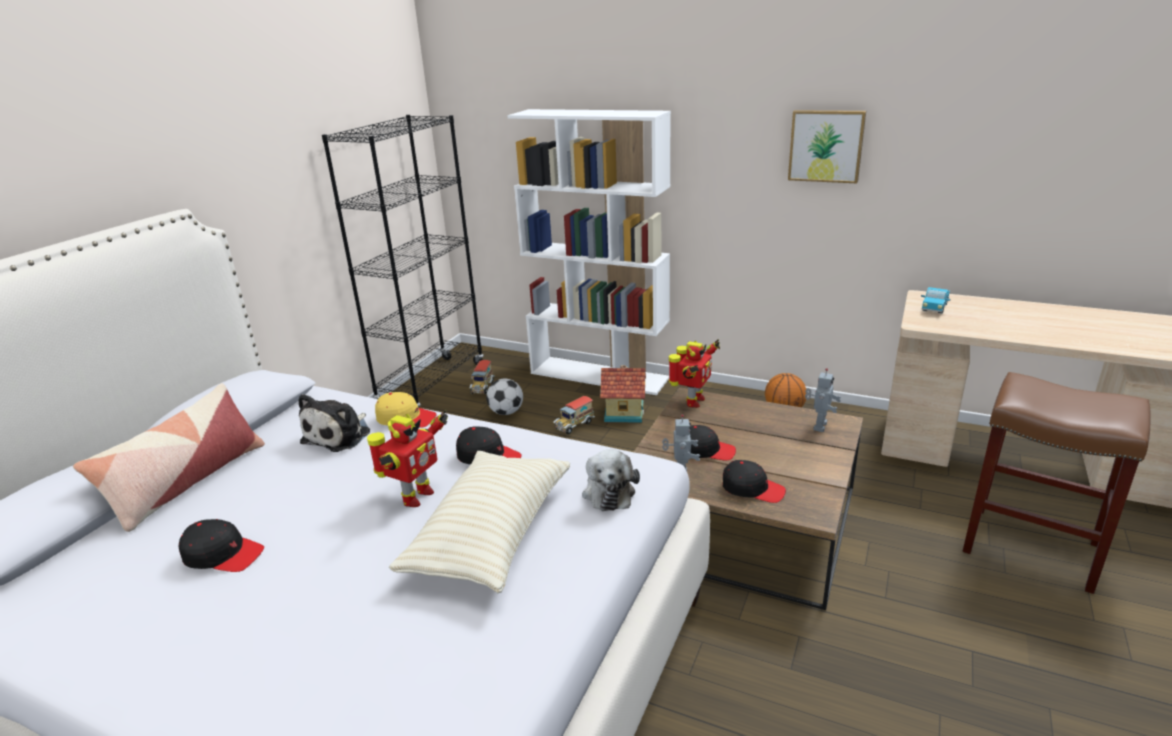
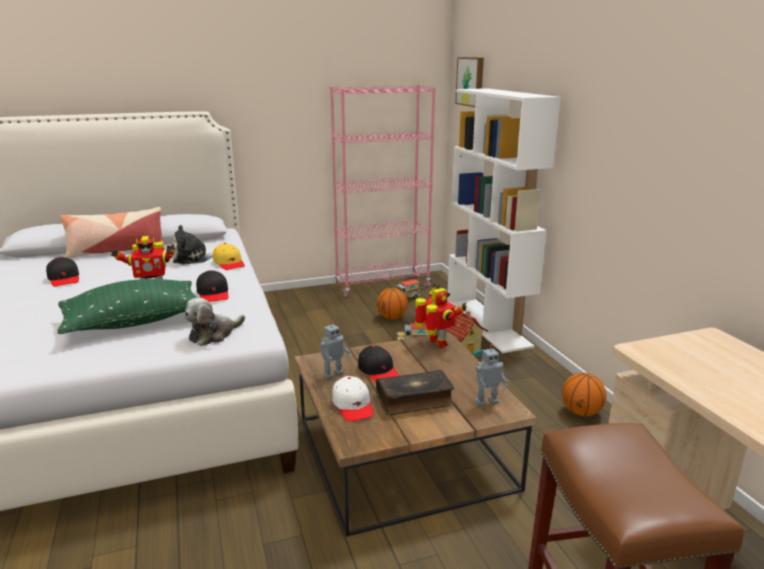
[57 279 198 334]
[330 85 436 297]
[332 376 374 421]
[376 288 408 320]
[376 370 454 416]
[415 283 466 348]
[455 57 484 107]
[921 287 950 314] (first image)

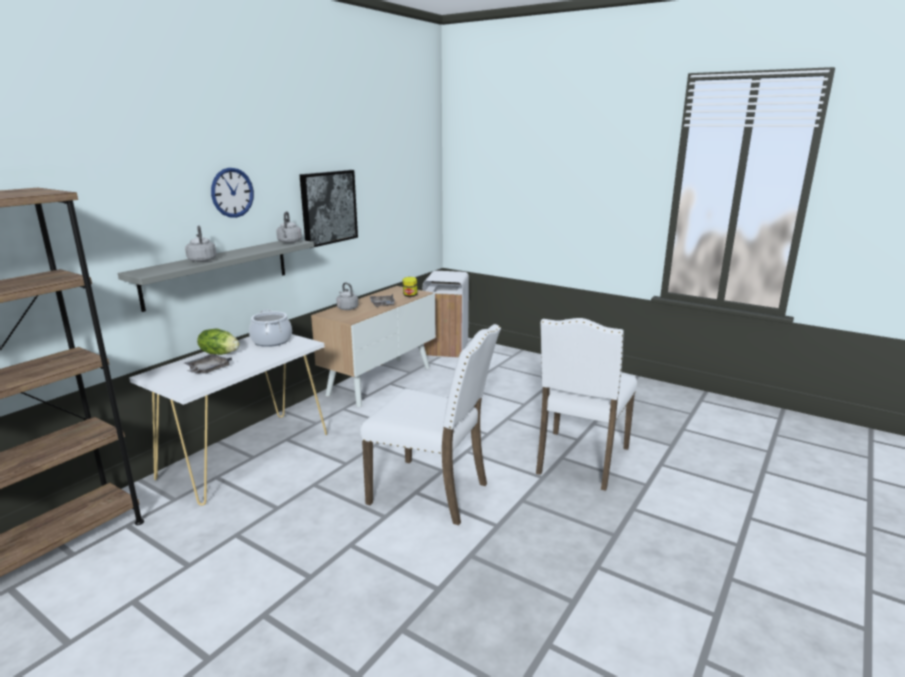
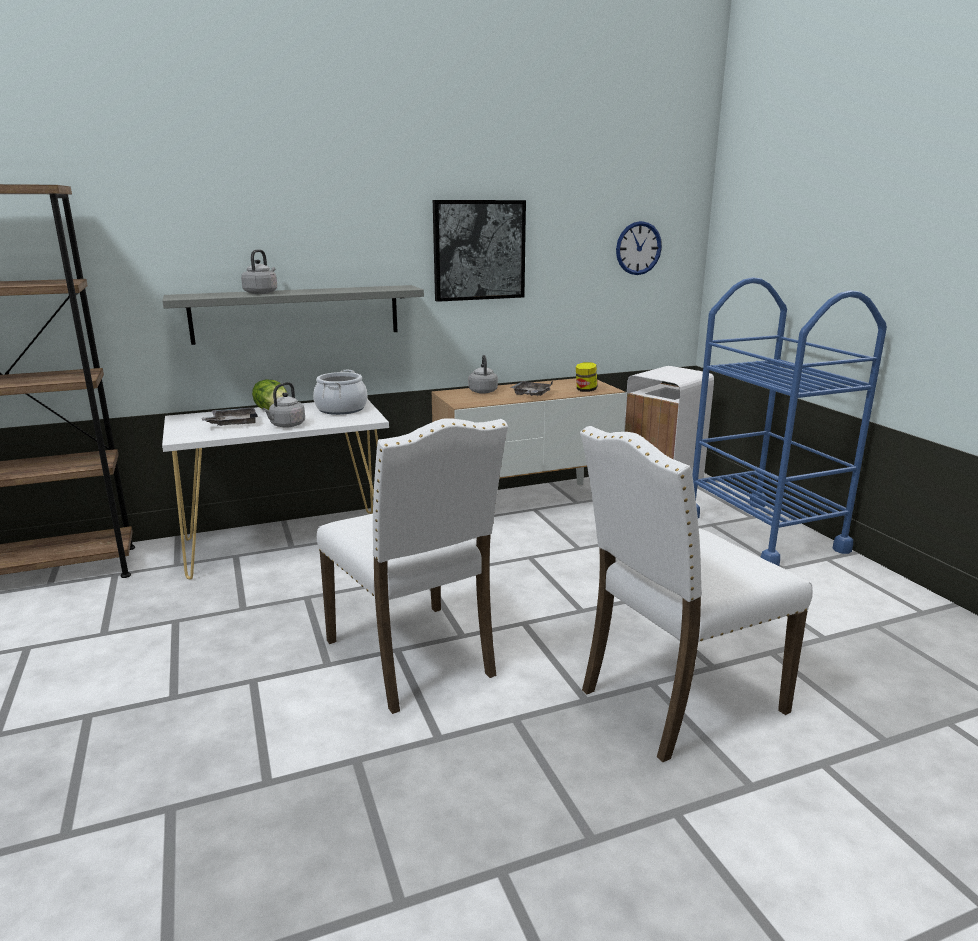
[262 382 305 428]
[616 221 662 275]
[692 277 887 566]

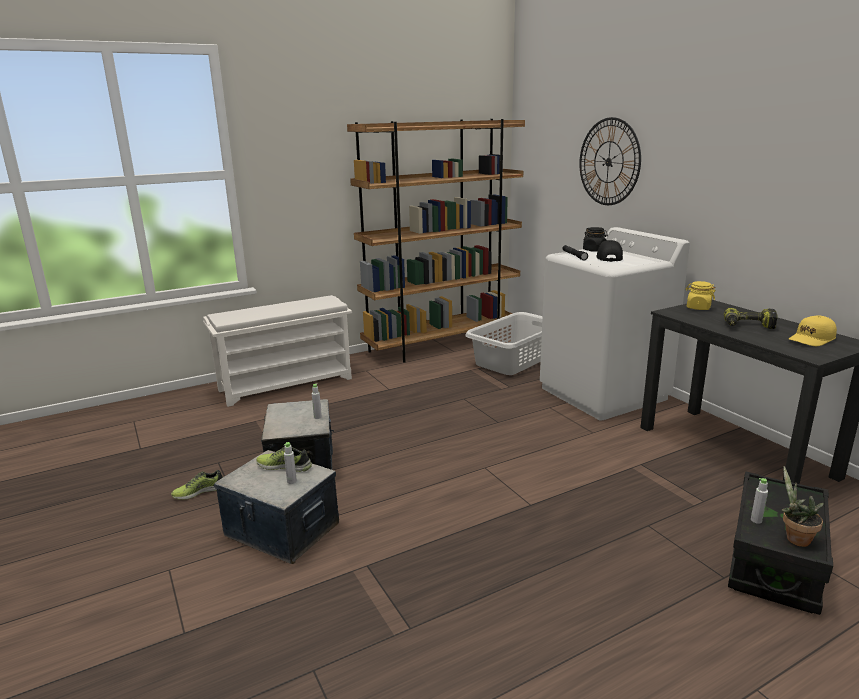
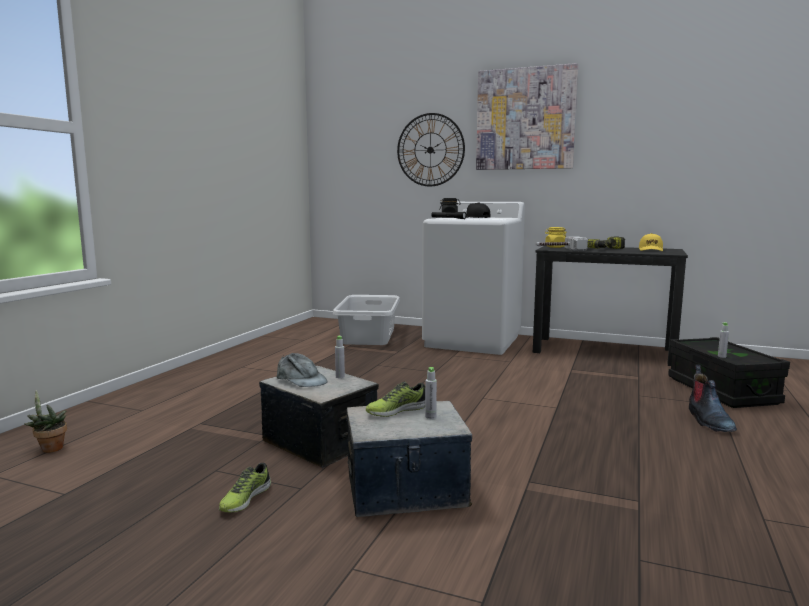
[24 390 67 453]
[277 353 328 387]
[476 63 578 170]
[536 236 588 251]
[689 365 737 432]
[203 295 352 407] (first image)
[347 119 525 363] (first image)

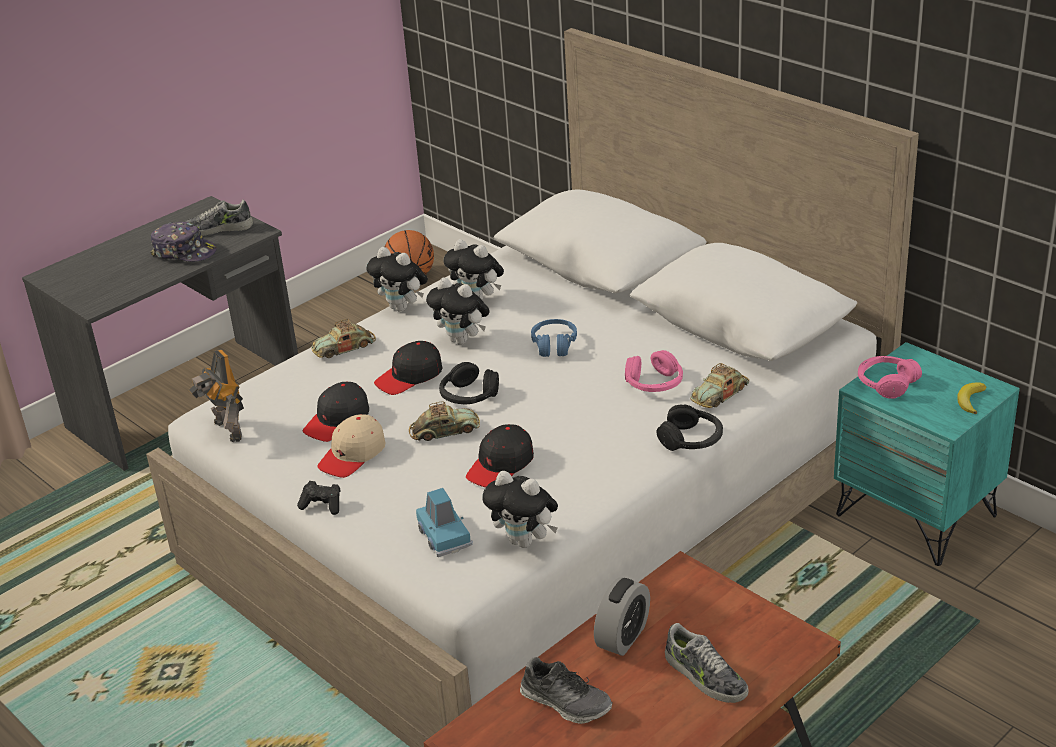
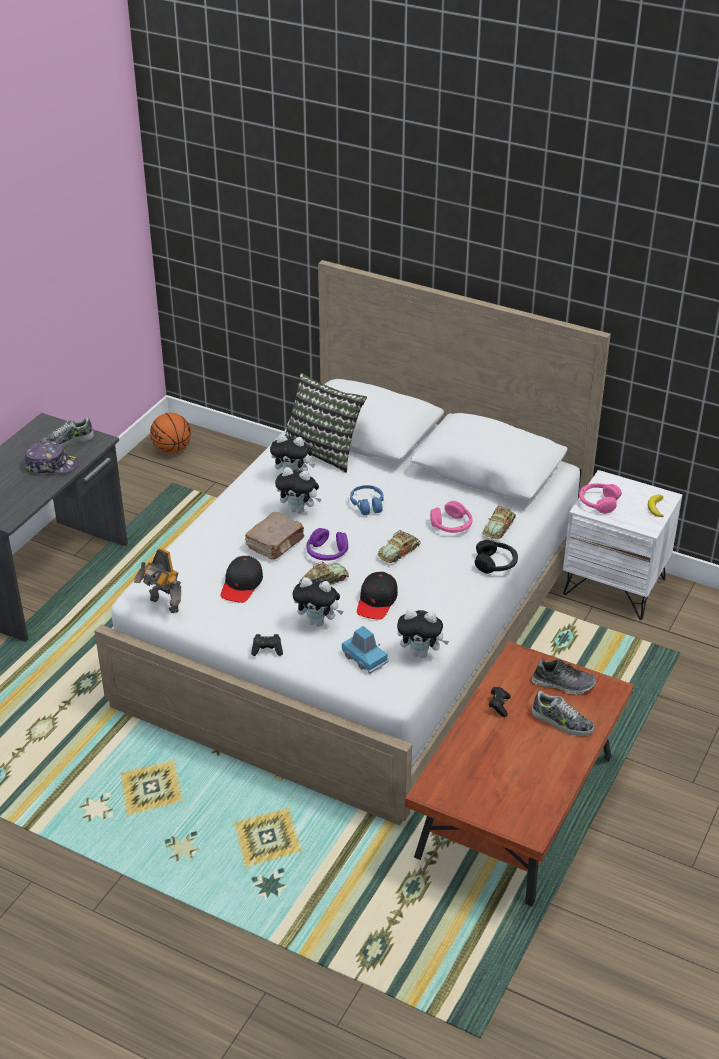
[245 512 305 560]
[285 373 367 473]
[292 577 343 626]
[307 528 348 561]
[378 530 421 563]
[489 687 511 717]
[532 659 596 695]
[563 470 682 620]
[317 414 385 478] (first image)

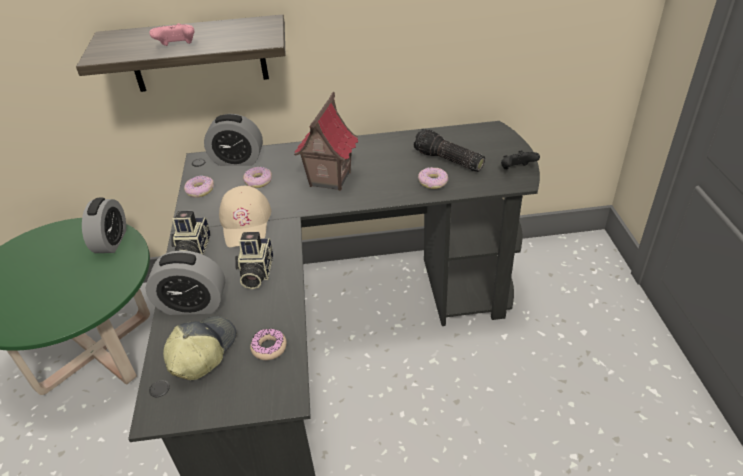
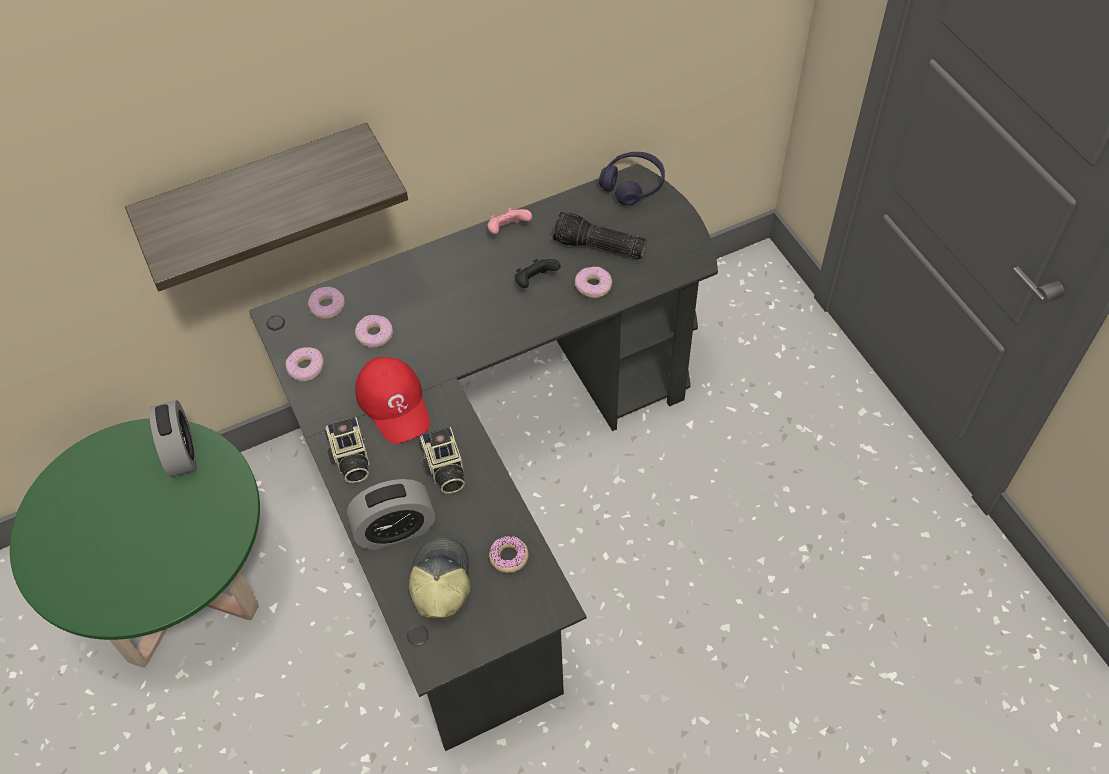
[308 287 345 320]
[355 357 430 444]
[487 208 532 234]
[515 259 560 288]
[599 152 665 205]
[294 91 358 191] (first image)

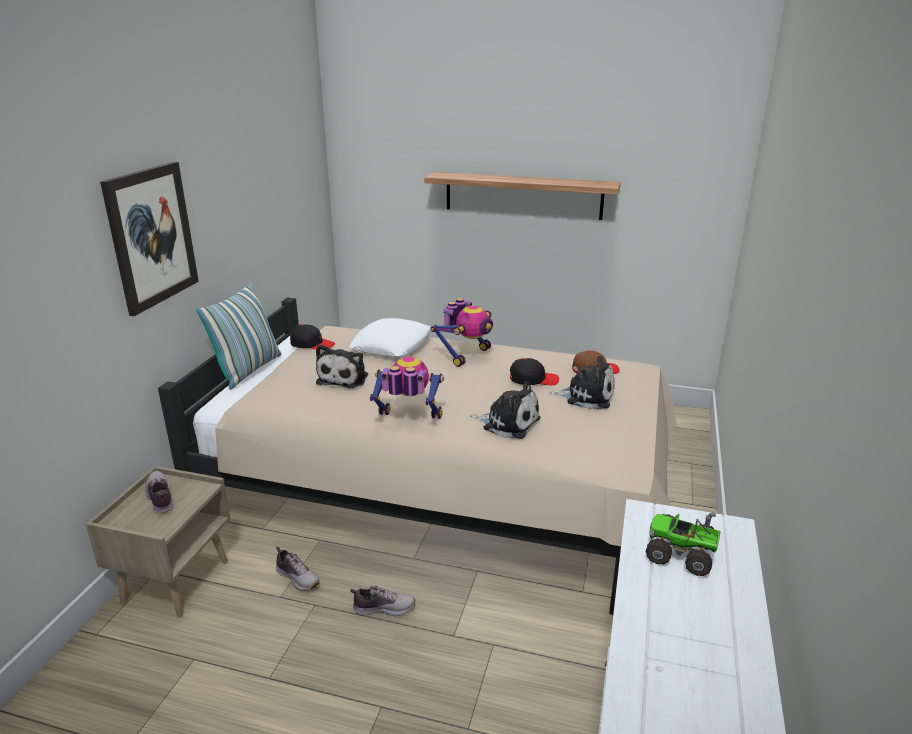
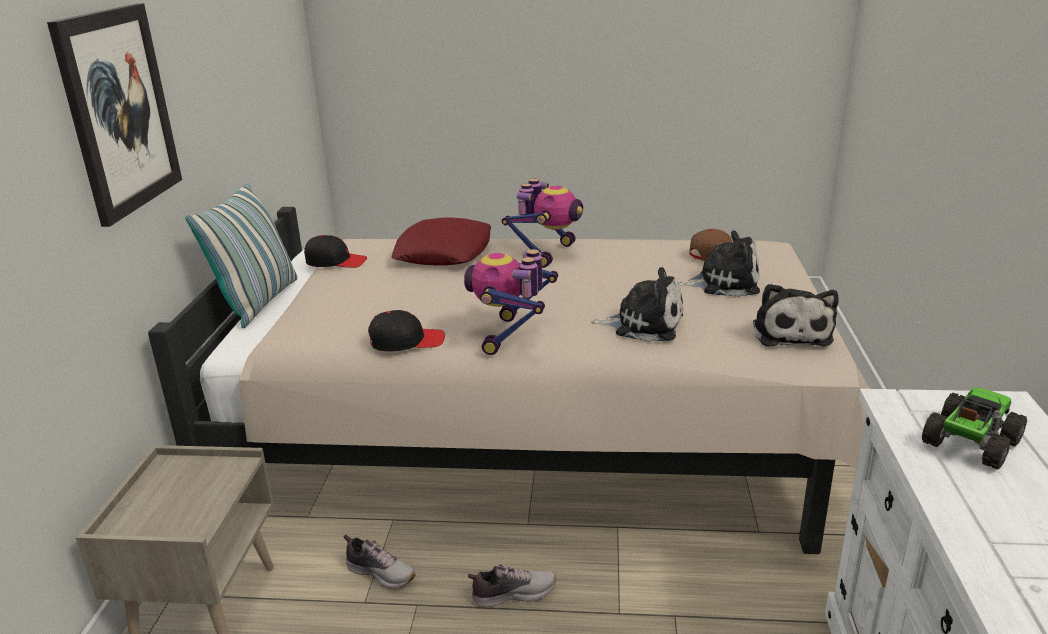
[368 310 445 352]
[391 218 491 266]
[464 249 558 355]
[753 284 839 346]
[922 387 1027 470]
[145 471 174 514] (first image)
[424 172 621 220] (first image)

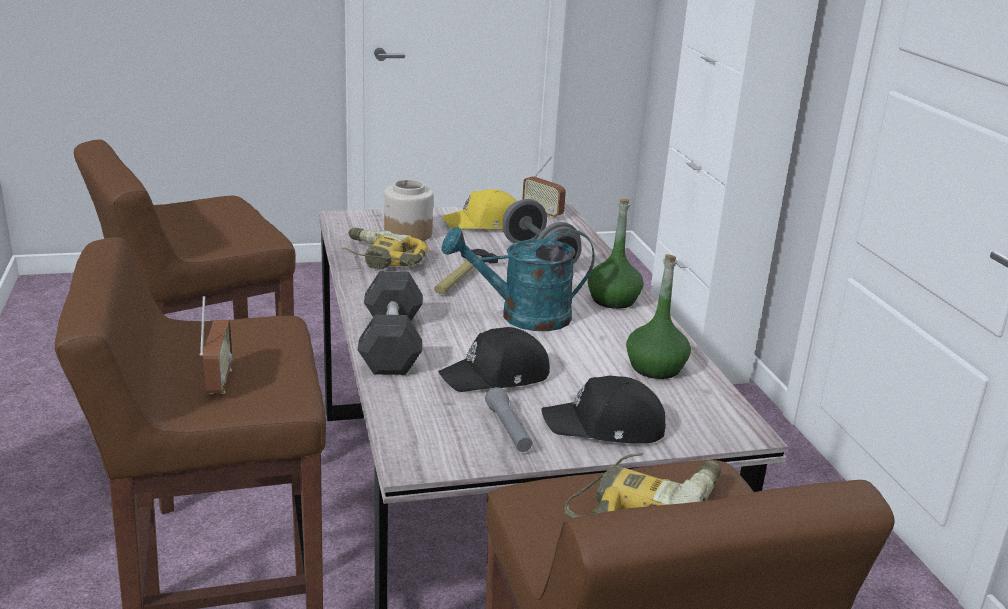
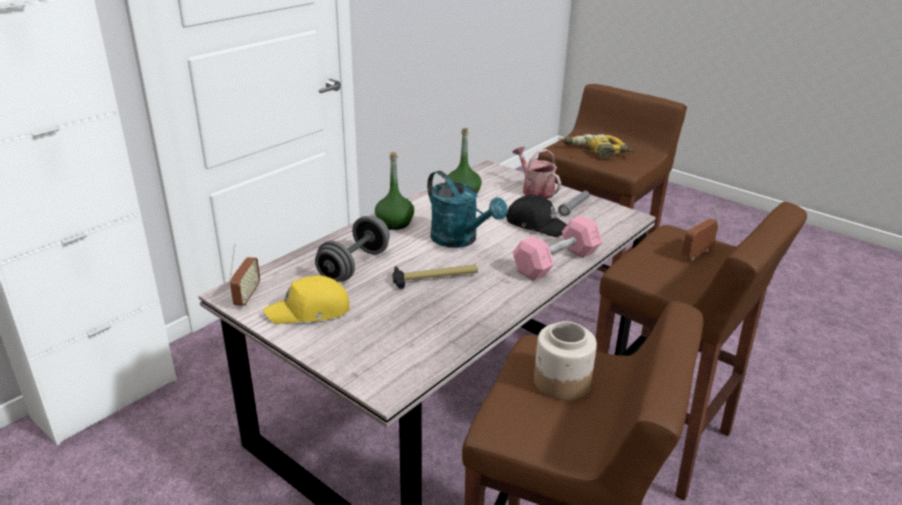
[263 275 350 324]
[512 147 561 199]
[513 216 602 281]
[534 321 597 401]
[341 228 428 269] (first image)

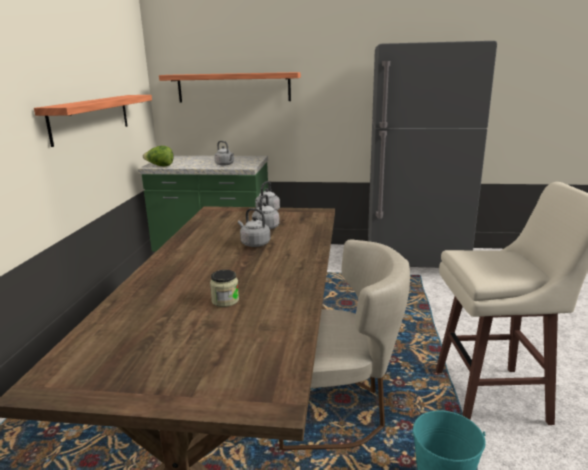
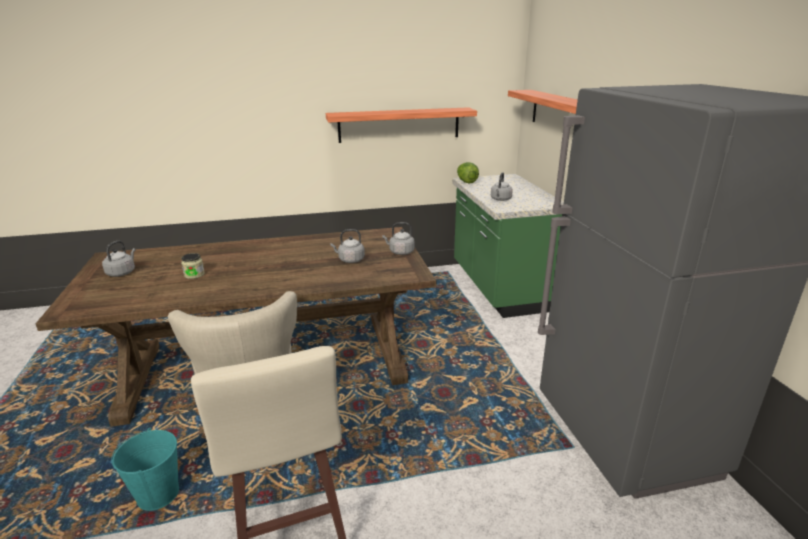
[102 241 135 277]

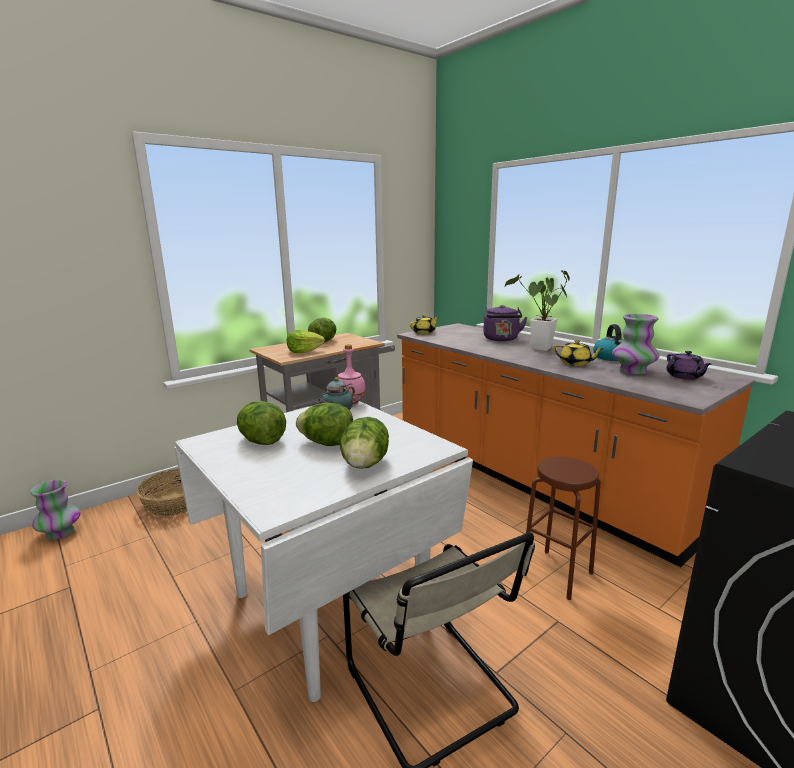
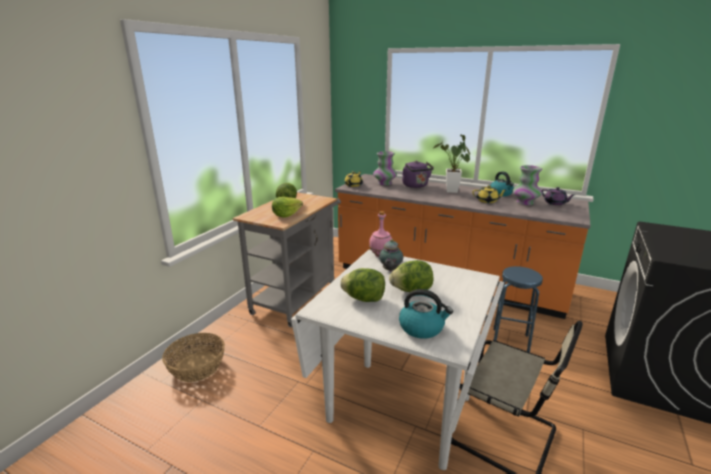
[373 151 397 185]
[399 289 453 339]
[493 266 543 353]
[340 417 389 469] (first image)

